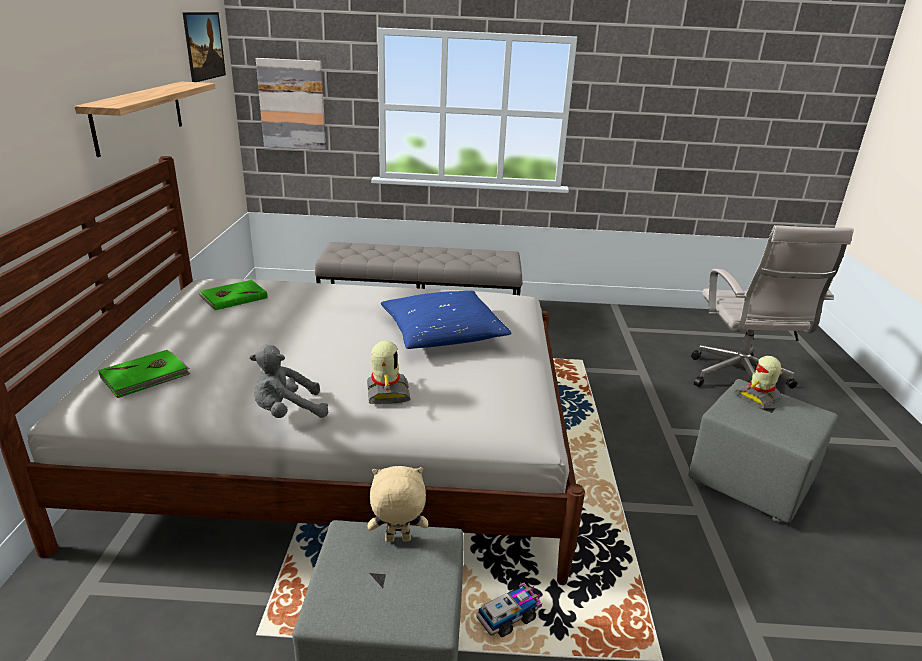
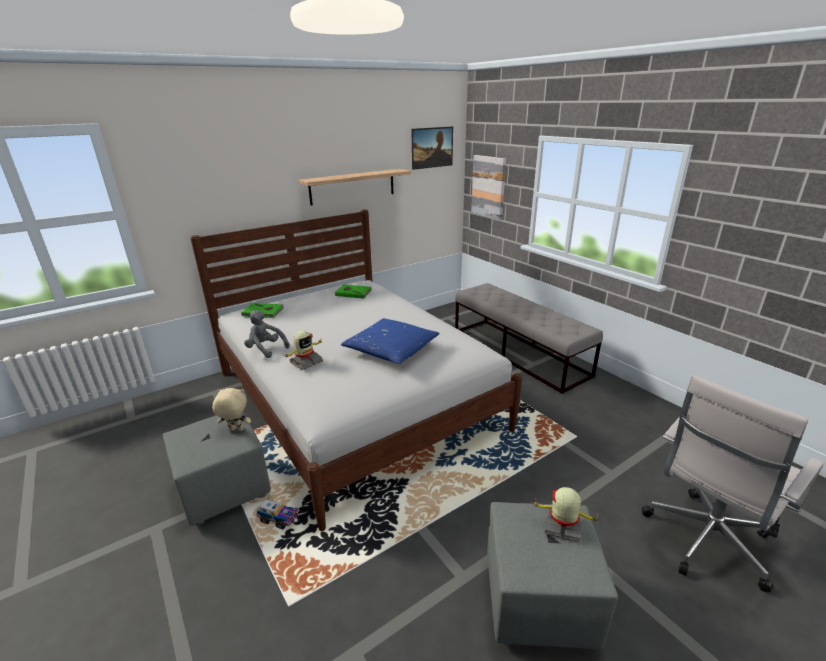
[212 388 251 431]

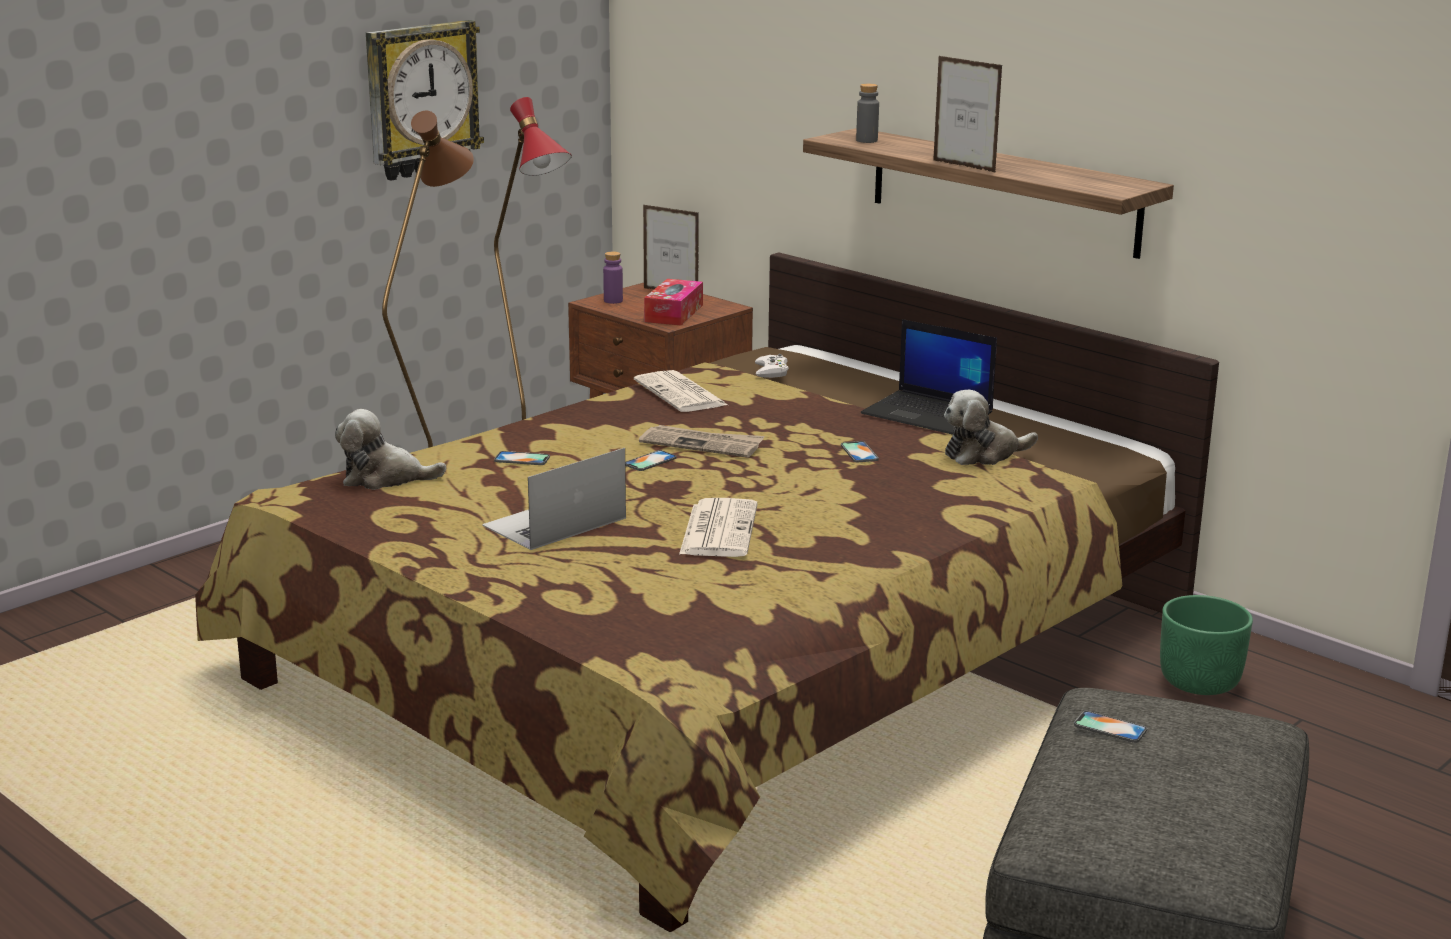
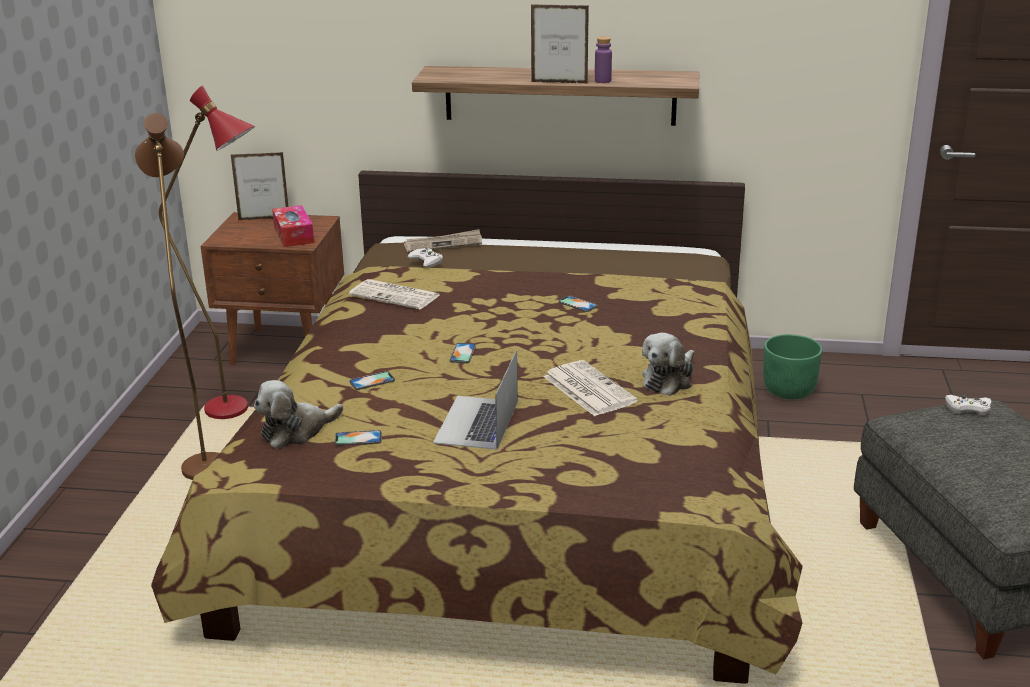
[335 430 382 446]
[404 229 482 252]
[595 37 612 83]
[642 333 695 396]
[945 395 991 415]
[366 20 484 181] (first image)
[856 84 879 143] (first image)
[861 319 997 435] (first image)

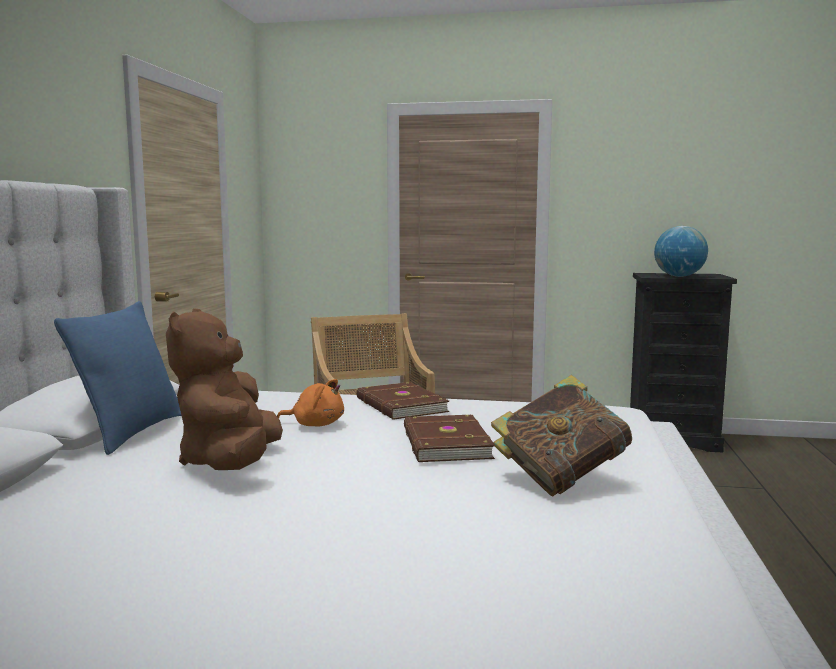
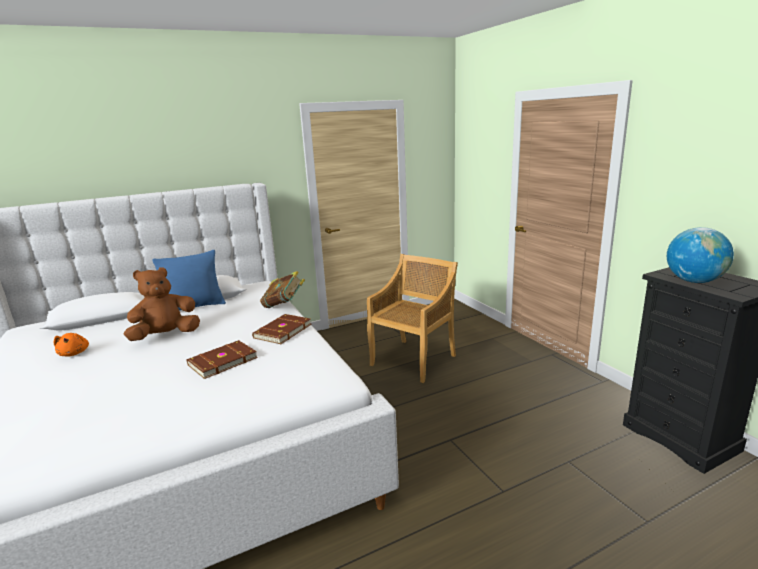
[54 333 89 356]
[260 271 305 308]

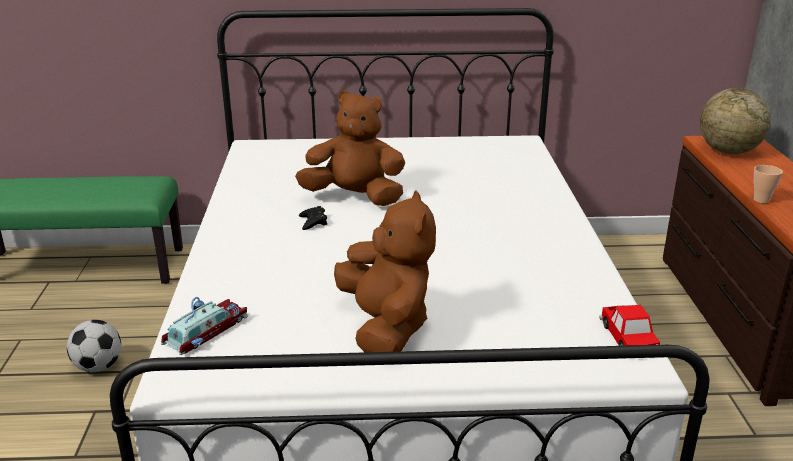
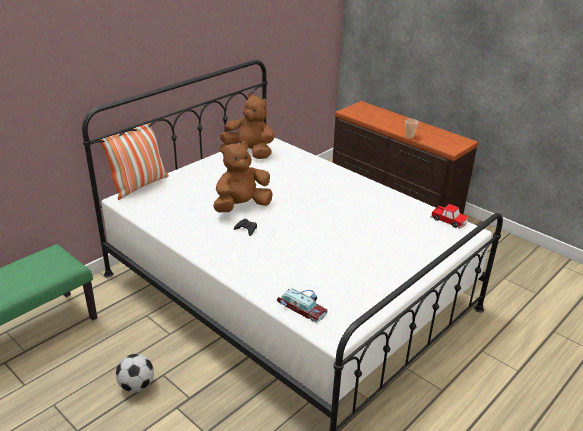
[100 119 169 200]
[220 93 274 159]
[277 288 328 323]
[700 88 771 154] (first image)

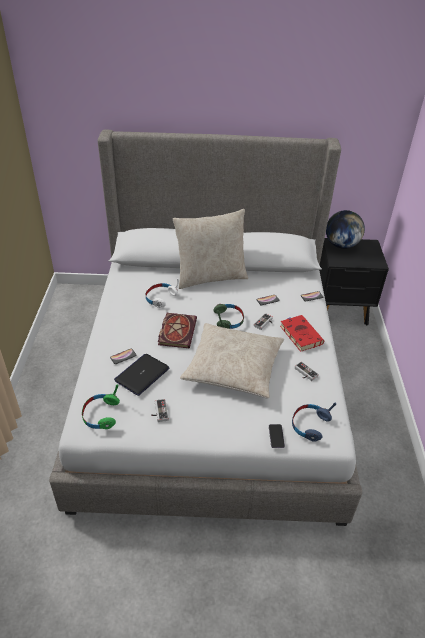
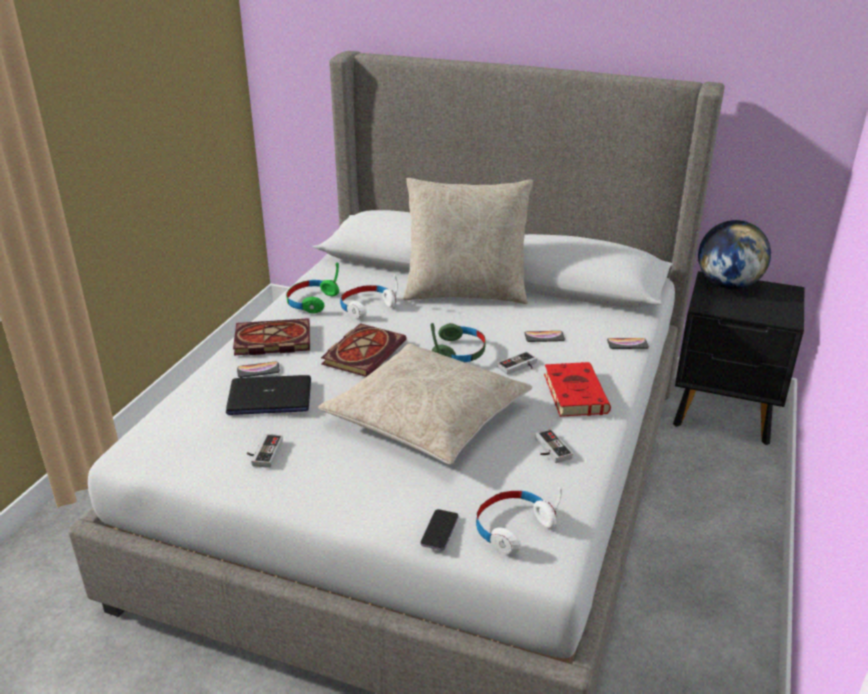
[226 375 311 415]
[233 318 310 356]
[286 263 339 314]
[476 487 562 554]

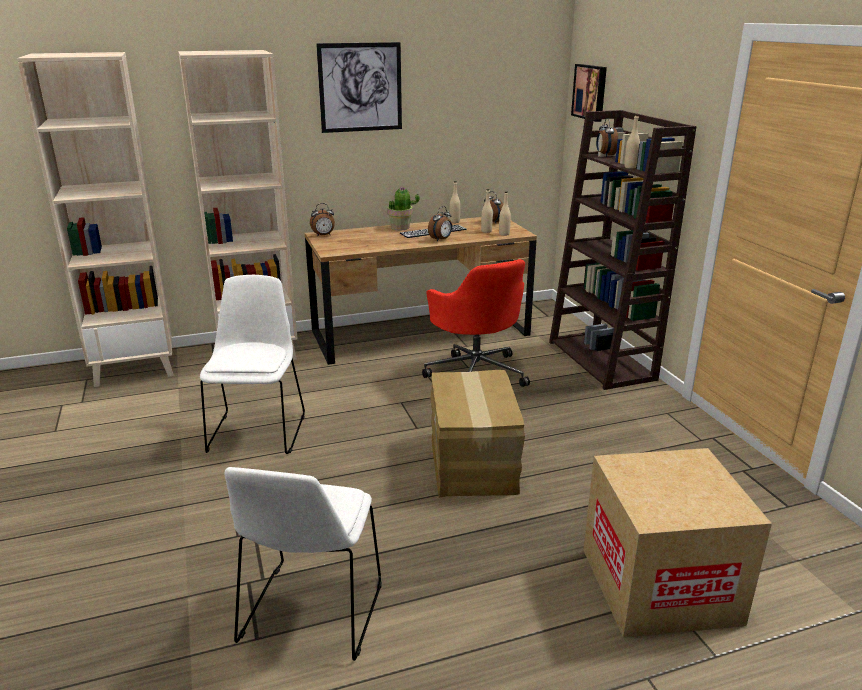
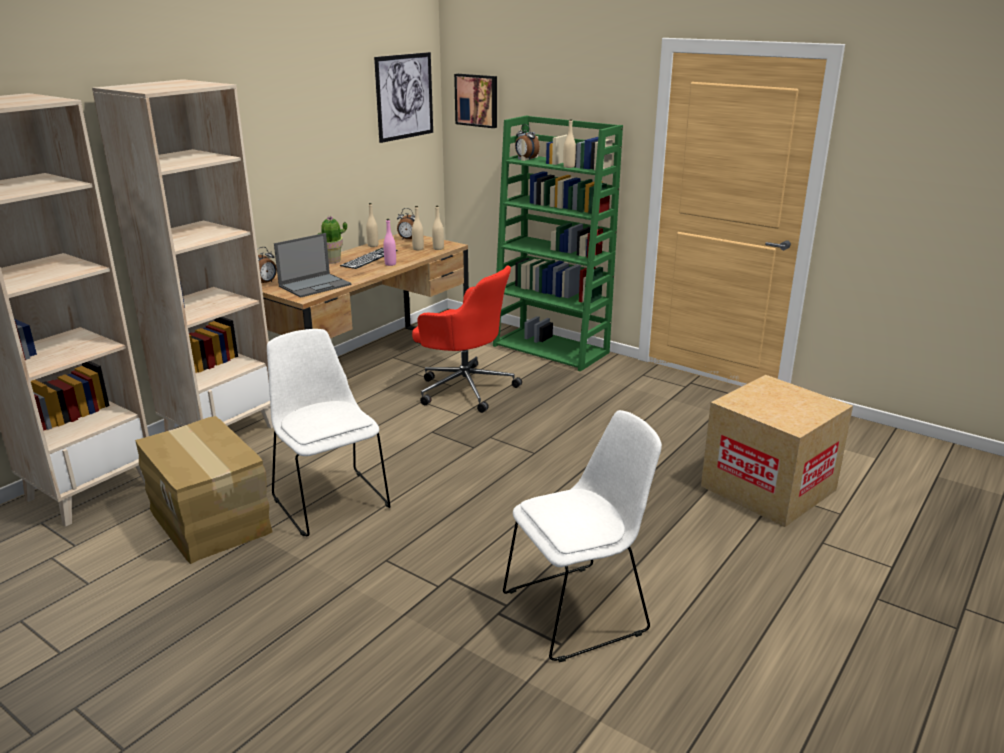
[135 416 273 564]
[274 233 351 298]
[374 52 433 143]
[383 219 396 266]
[493 116 623 372]
[503 410 662 662]

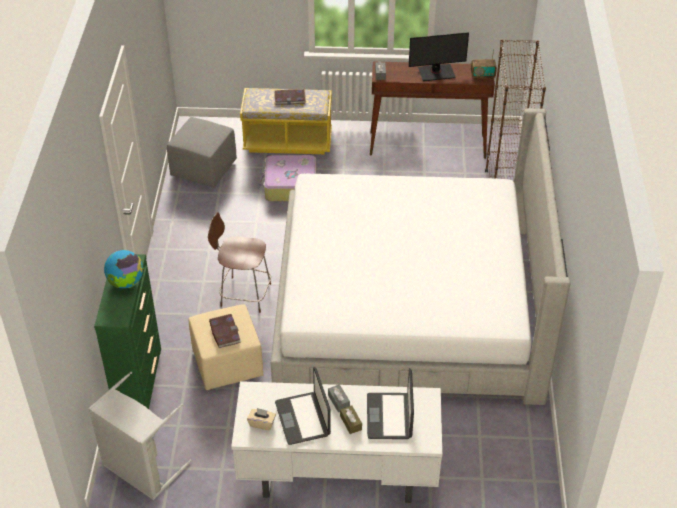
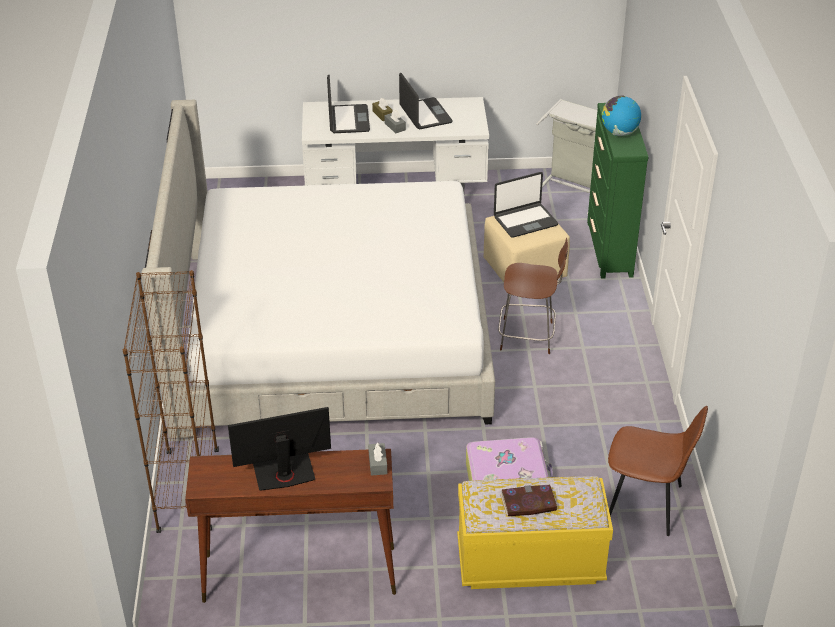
[494 172 558 238]
[608 406 708 536]
[247 408 276 430] (first image)
[471 49 497 80] (first image)

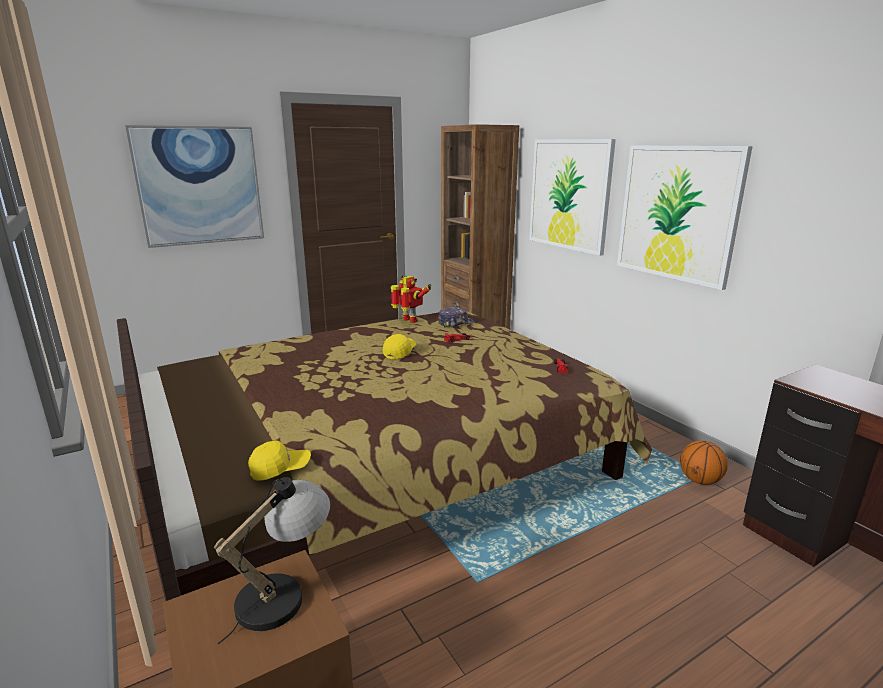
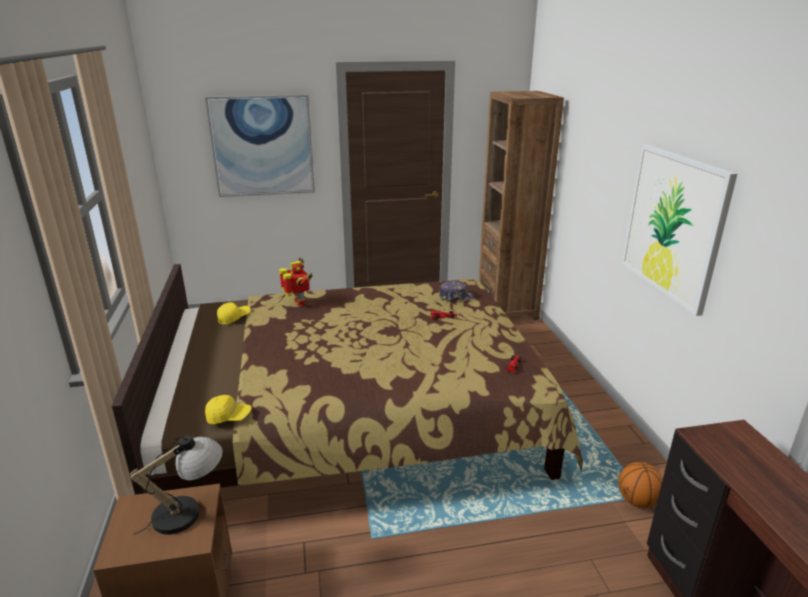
[217 302 250 325]
[279 258 313 307]
[529 139 616 256] (first image)

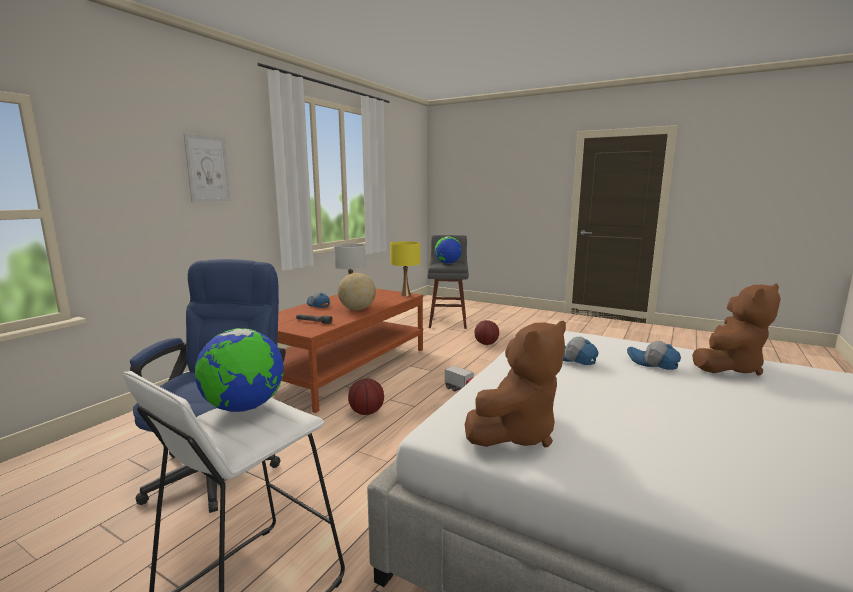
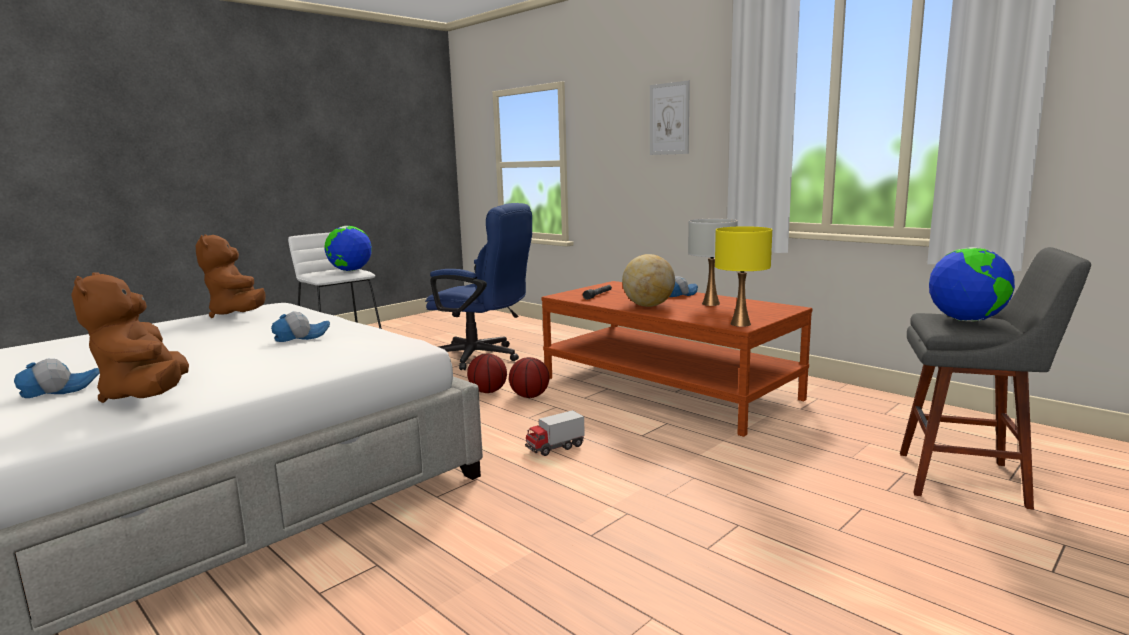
[14 359 100 398]
[467 354 507 393]

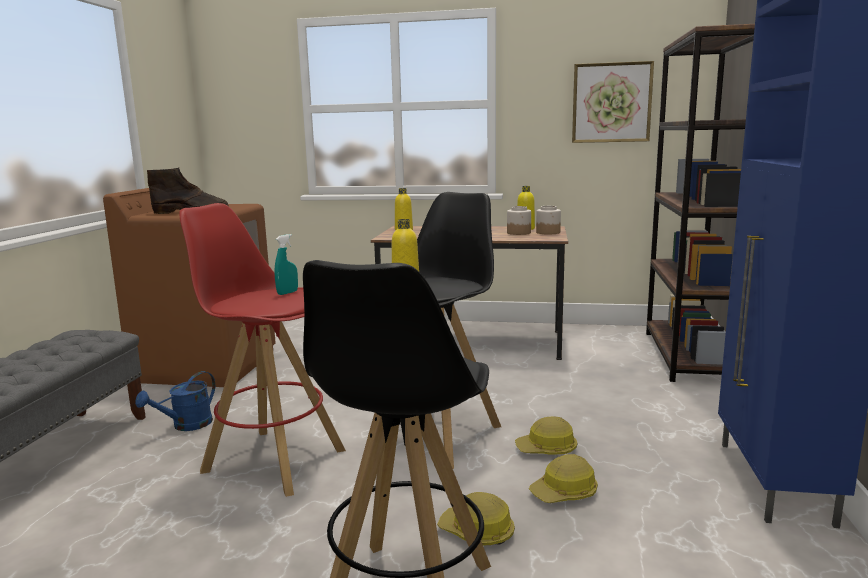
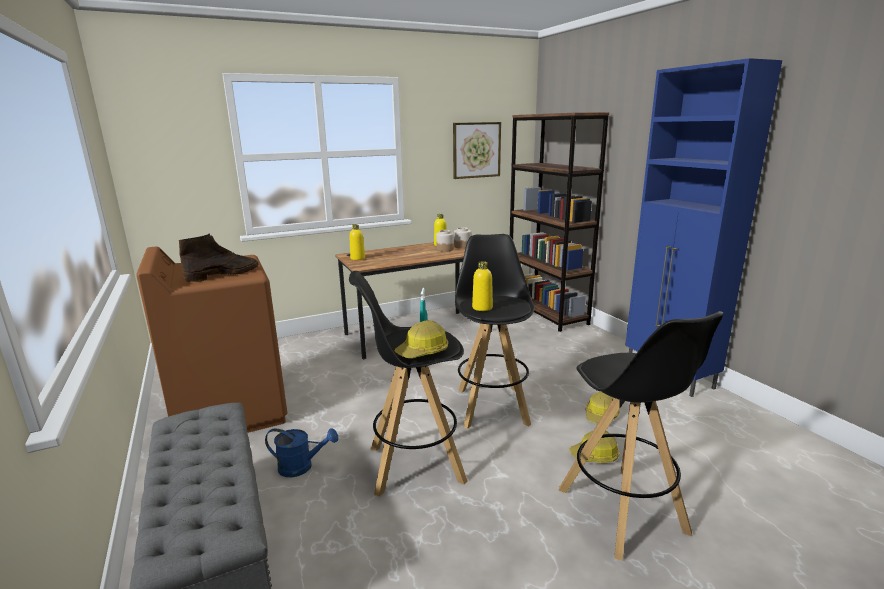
[265 428 338 477]
[349 271 468 497]
[395 320 448 358]

